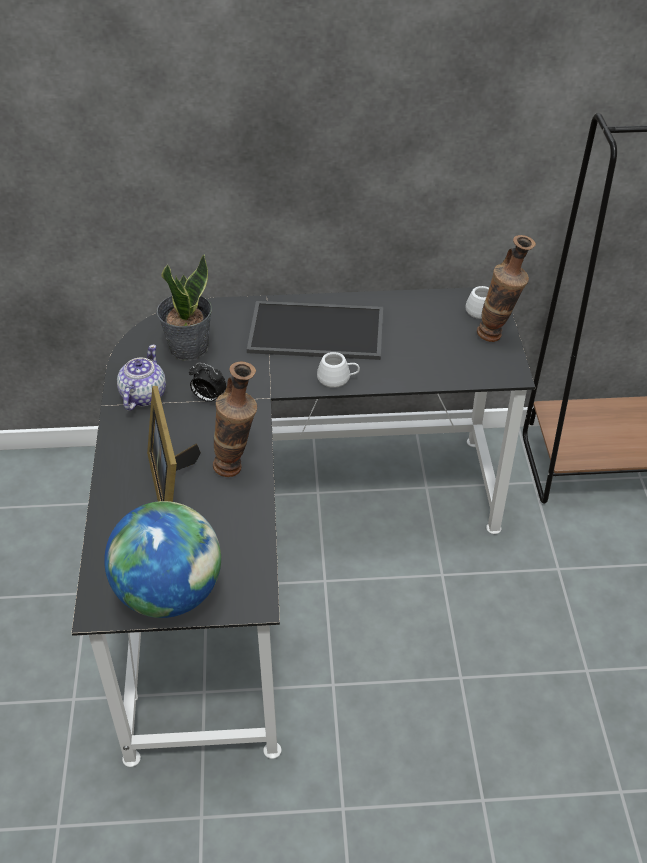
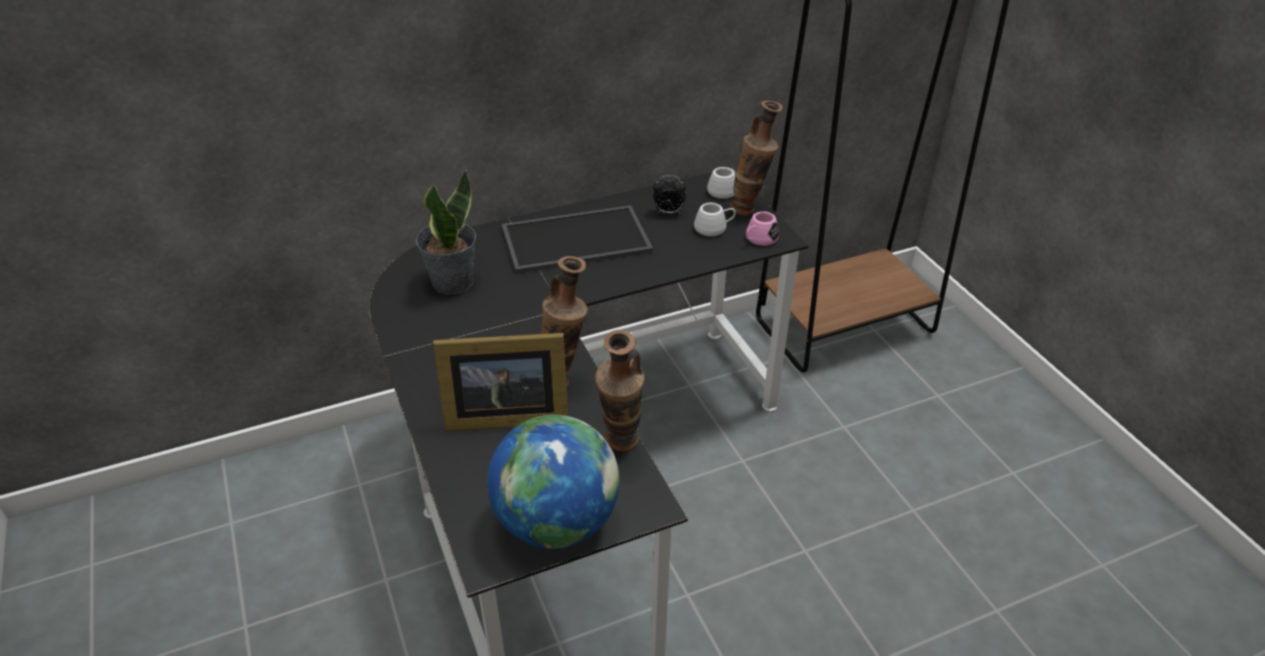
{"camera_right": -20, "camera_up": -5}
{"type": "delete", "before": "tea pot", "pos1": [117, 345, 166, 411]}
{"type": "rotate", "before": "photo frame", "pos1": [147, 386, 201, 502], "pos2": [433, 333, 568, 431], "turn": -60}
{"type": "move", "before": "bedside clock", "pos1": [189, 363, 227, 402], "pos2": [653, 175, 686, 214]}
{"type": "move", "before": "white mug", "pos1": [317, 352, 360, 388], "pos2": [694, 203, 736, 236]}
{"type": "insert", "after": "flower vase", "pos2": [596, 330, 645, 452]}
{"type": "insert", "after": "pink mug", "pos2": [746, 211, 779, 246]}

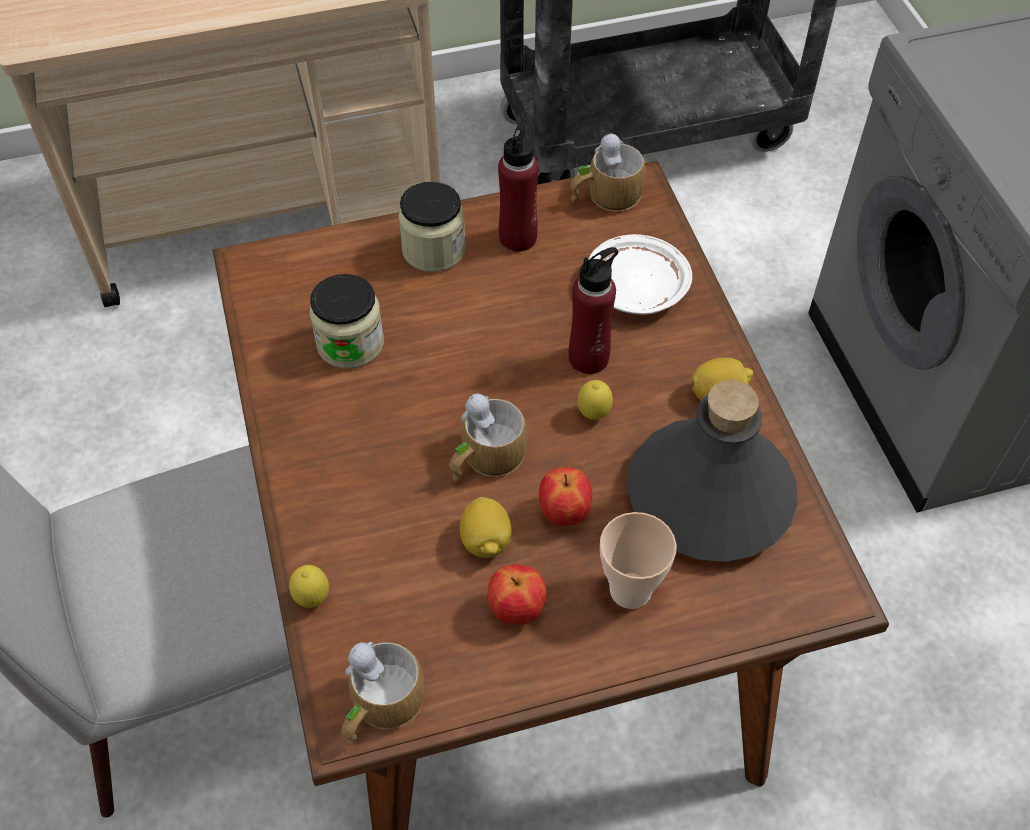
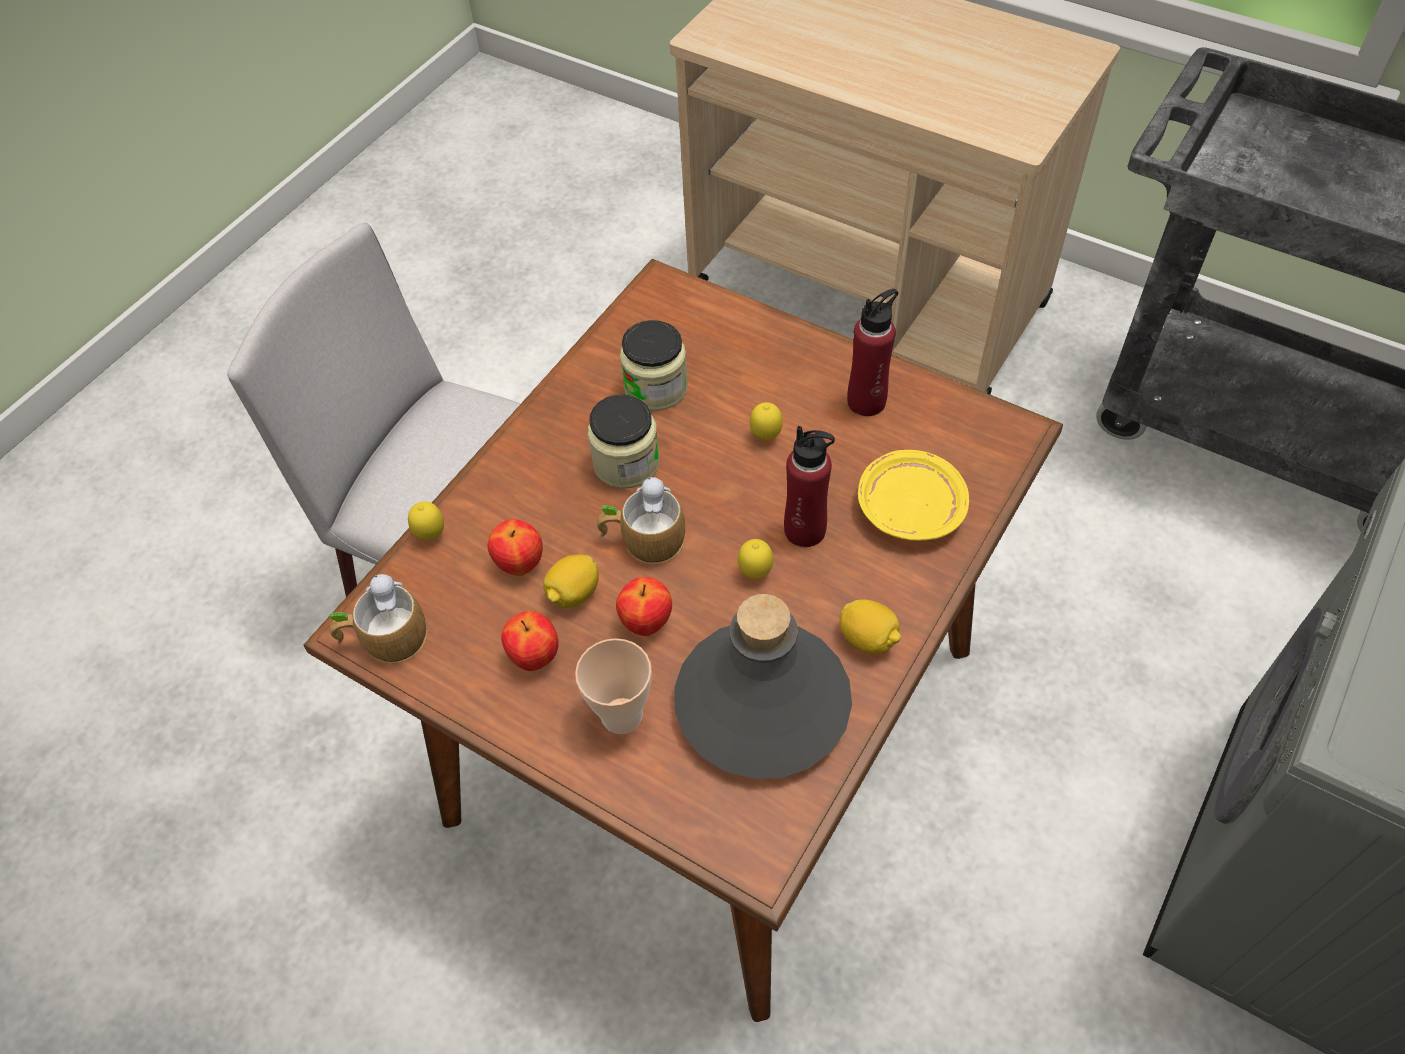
{"camera_right": 50, "camera_up": 0}
{"type": "move", "before": "preserve jar", "pos1": [398, 181, 466, 272], "pos2": [588, 394, 659, 488]}
{"type": "delete", "before": "mug", "pos1": [570, 133, 646, 212]}
{"type": "recolor", "before": "white flat dish", "after": "yellow-coloured flat dish", "pos1": [589, 234, 692, 315], "pos2": [858, 450, 969, 541]}
{"type": "insert", "after": "apple fruit", "pos2": [488, 519, 543, 576]}
{"type": "insert", "after": "lemon", "pos2": [750, 402, 783, 441]}

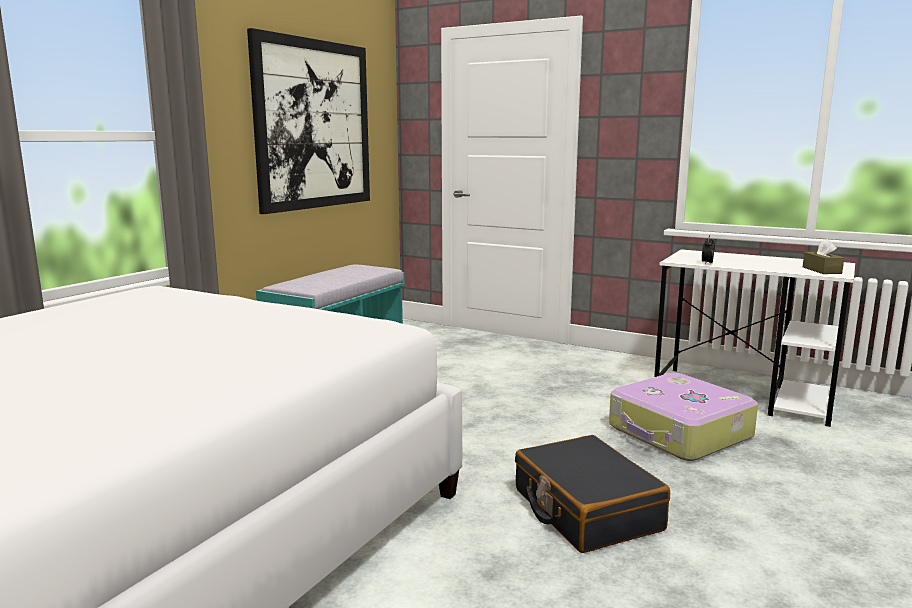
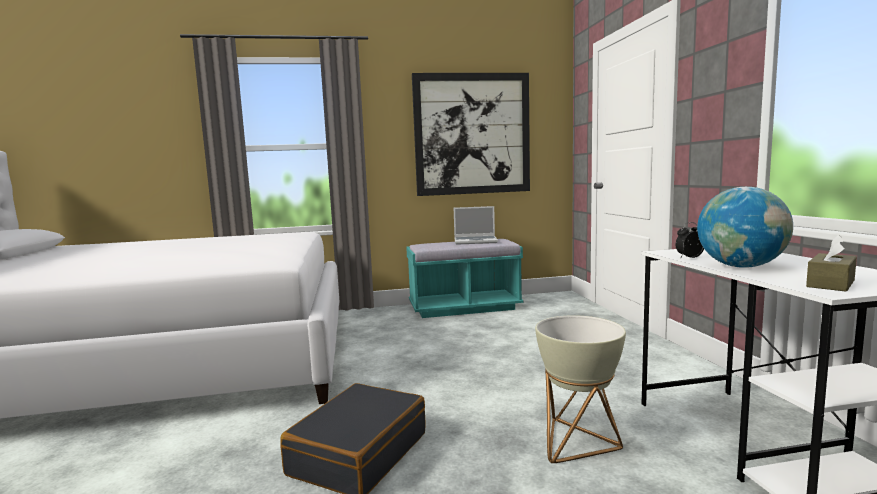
{"camera_right": 50, "camera_up": -5}
{"type": "replace", "before": "travel case", "after": "plant pot", "pos1": [609, 373, 758, 461], "pos2": [535, 315, 626, 463]}
{"type": "insert", "after": "notebook computer", "pos2": [454, 206, 498, 245]}
{"type": "insert", "after": "globe", "pos2": [697, 187, 793, 268]}

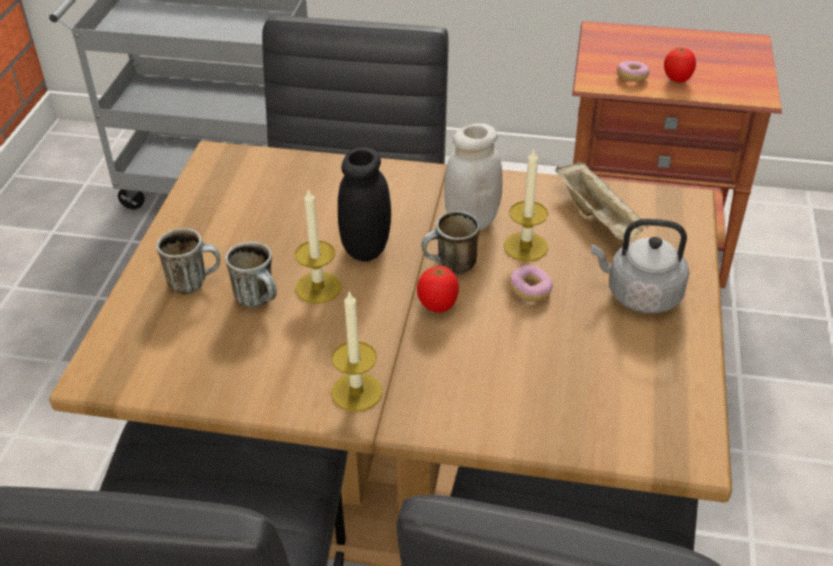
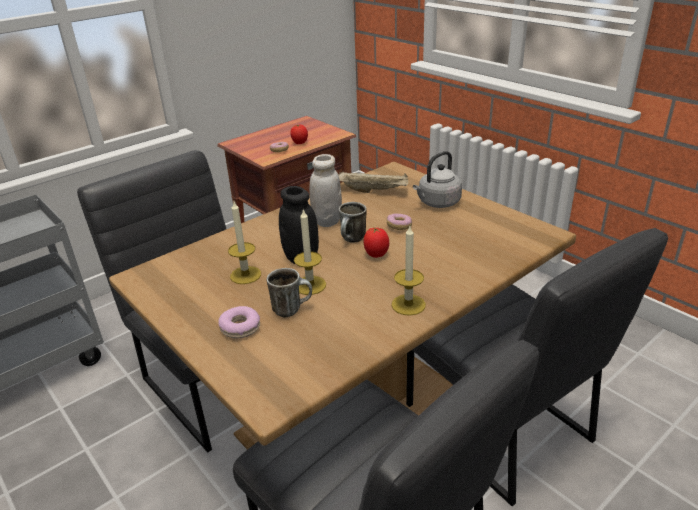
{"camera_right": -50, "camera_up": -10}
{"type": "replace", "before": "mug", "after": "doughnut", "pos1": [157, 228, 220, 294], "pos2": [218, 306, 260, 339]}
{"type": "move", "before": "candle", "pos1": [504, 150, 548, 261], "pos2": [228, 202, 261, 284]}

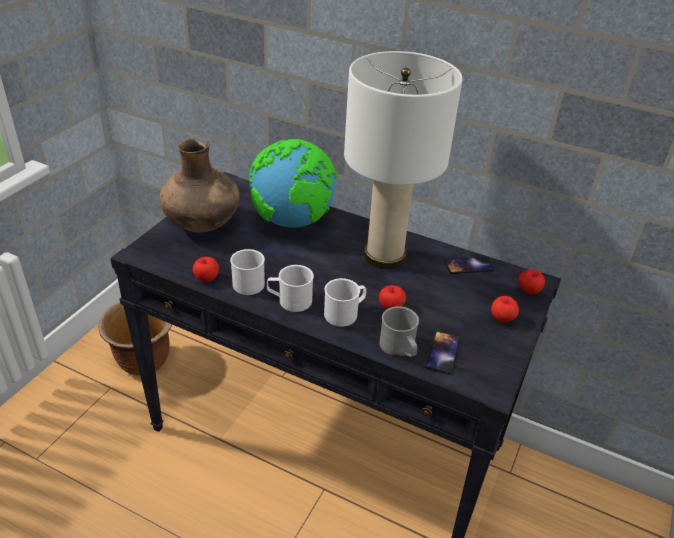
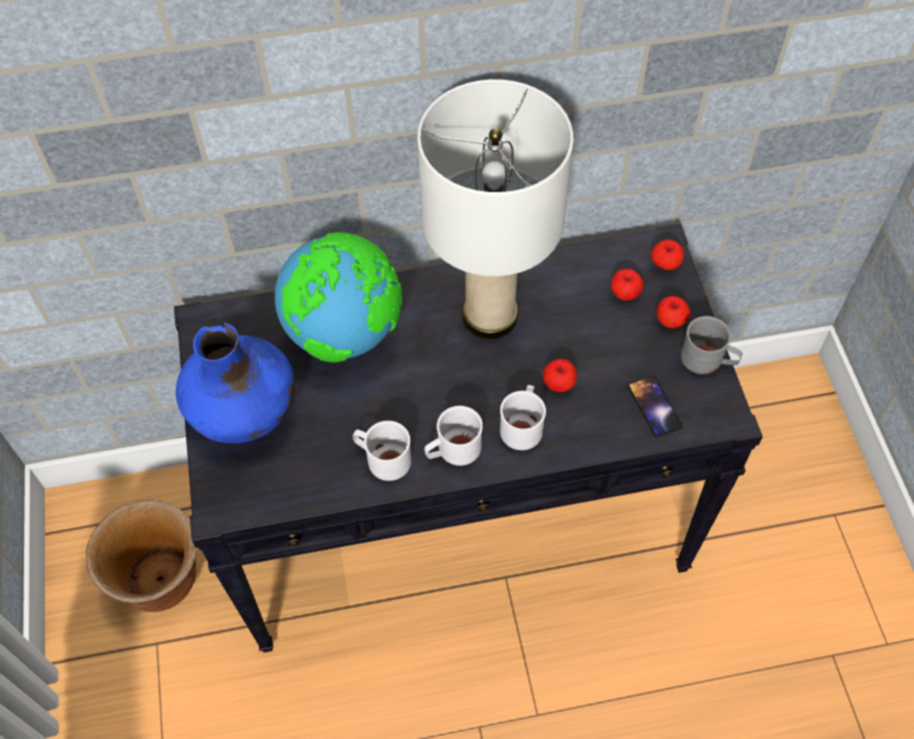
{"camera_right": -35, "camera_up": 20}
{"type": "recolor", "before": "brown flower vase", "after": "bluish flower vase", "pos1": [159, 138, 240, 233], "pos2": [176, 322, 295, 443]}
{"type": "move", "before": "apple fruit", "pos1": [193, 257, 219, 282], "pos2": [611, 269, 644, 301]}
{"type": "move", "before": "gray mug", "pos1": [380, 306, 419, 357], "pos2": [681, 316, 742, 374]}
{"type": "delete", "before": "telephone", "pos1": [444, 257, 494, 274]}

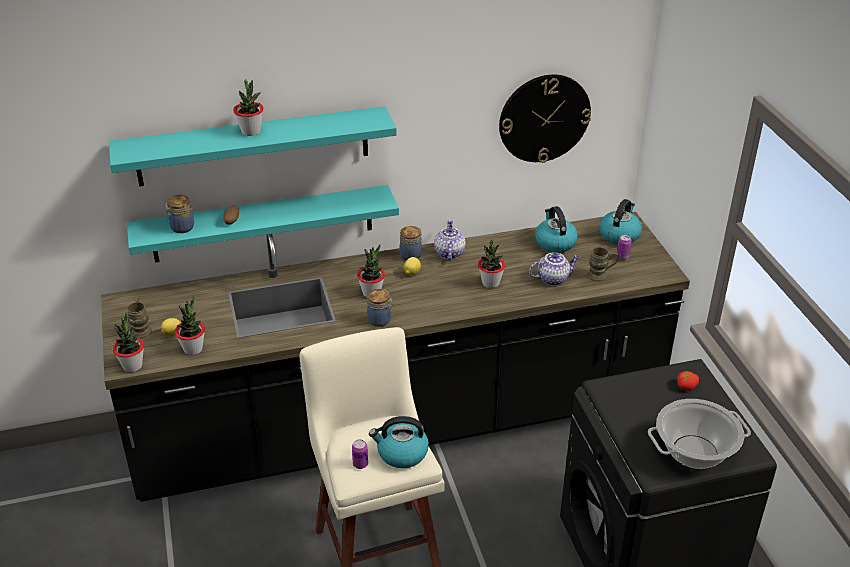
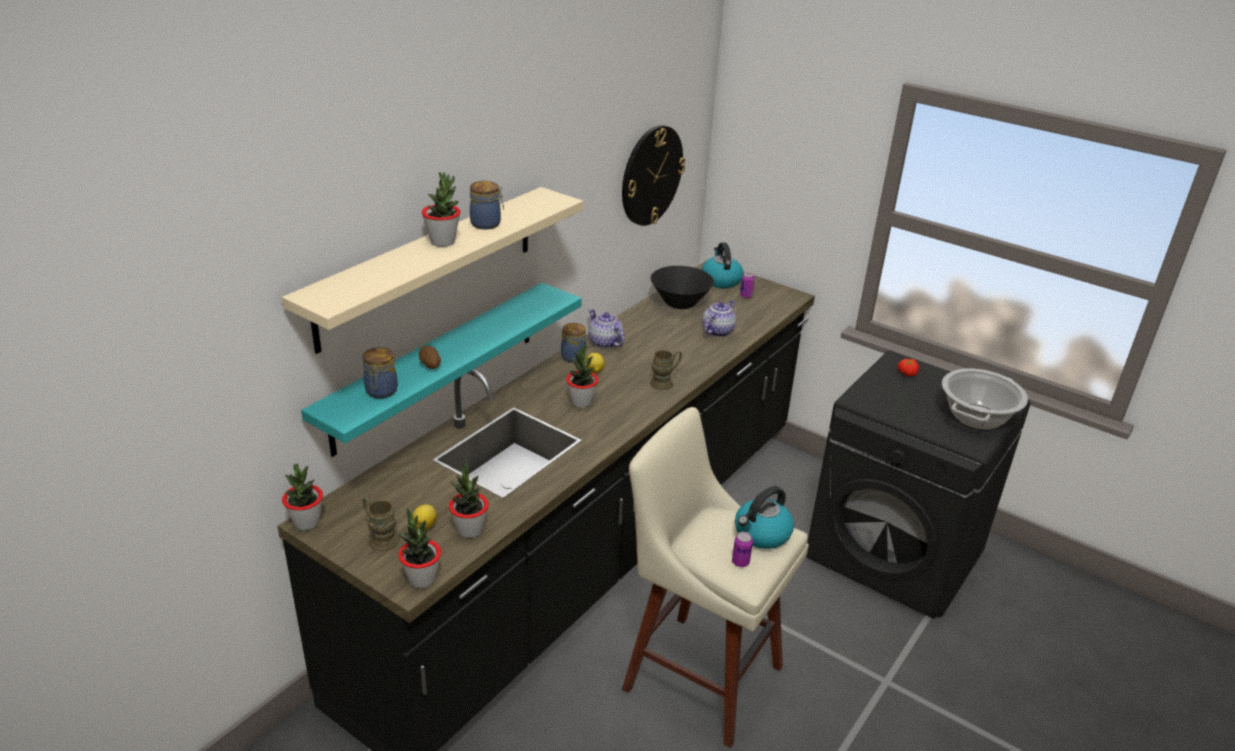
{"camera_right": -40, "camera_up": -5}
{"type": "recolor", "before": "blue-green wall shelf", "after": "beige wall shelf", "pos1": [109, 106, 397, 187], "pos2": [282, 187, 583, 354]}
{"type": "move", "before": "preserve jar", "pos1": [367, 289, 393, 327], "pos2": [470, 181, 504, 229]}
{"type": "move", "before": "plant in a pot", "pos1": [478, 240, 505, 288], "pos2": [282, 463, 323, 530]}
{"type": "replace", "before": "kettle", "after": "black bowl", "pos1": [535, 206, 578, 253], "pos2": [651, 266, 714, 309]}
{"type": "move", "before": "brown mug", "pos1": [587, 247, 619, 282], "pos2": [650, 350, 682, 390]}

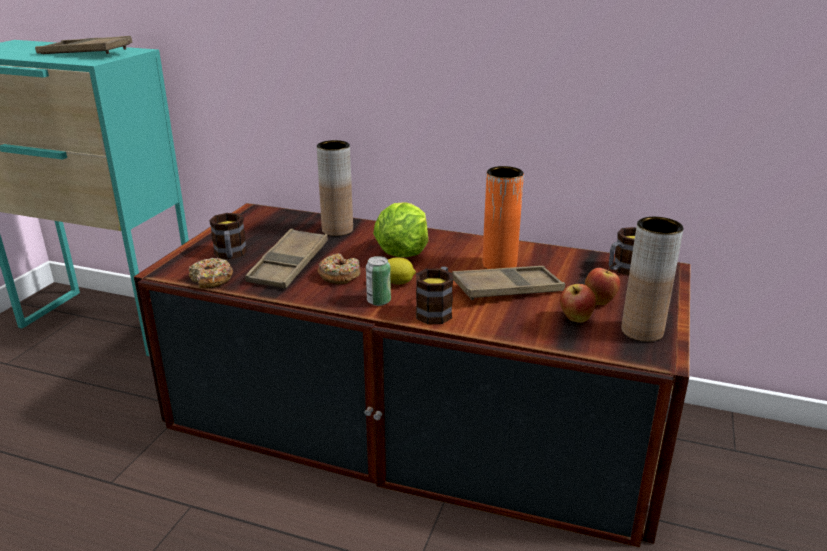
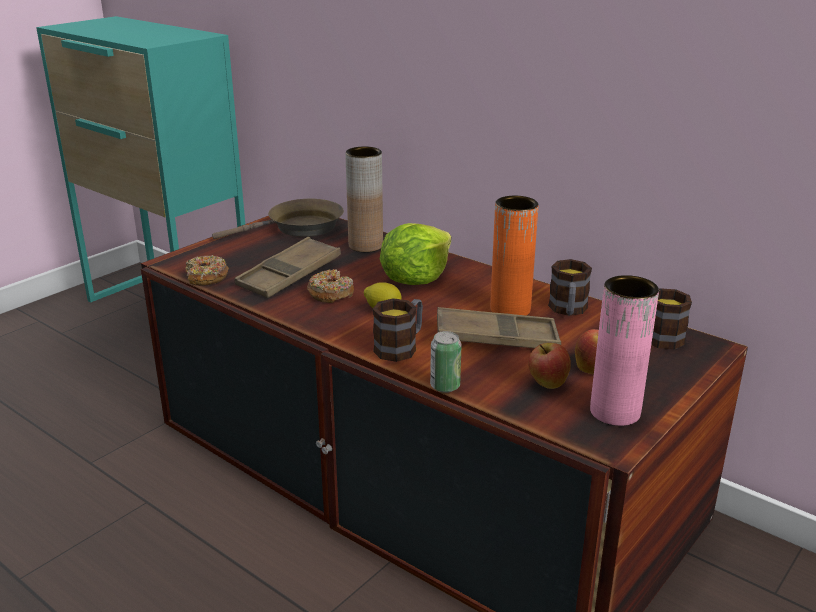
{"camera_right": 20, "camera_up": 0}
{"type": "delete", "before": "brown serving tray", "pos1": [35, 36, 133, 54]}
{"type": "move", "before": "mug", "pos1": [209, 213, 247, 259], "pos2": [548, 259, 592, 316]}
{"type": "move", "before": "metal can", "pos1": [366, 256, 391, 306], "pos2": [430, 331, 462, 393]}
{"type": "recolor", "before": "brown flower vase", "after": "pink flower vase", "pos1": [621, 217, 684, 342], "pos2": [590, 275, 659, 426]}
{"type": "insert", "after": "brown frying pan", "pos2": [212, 199, 344, 239]}

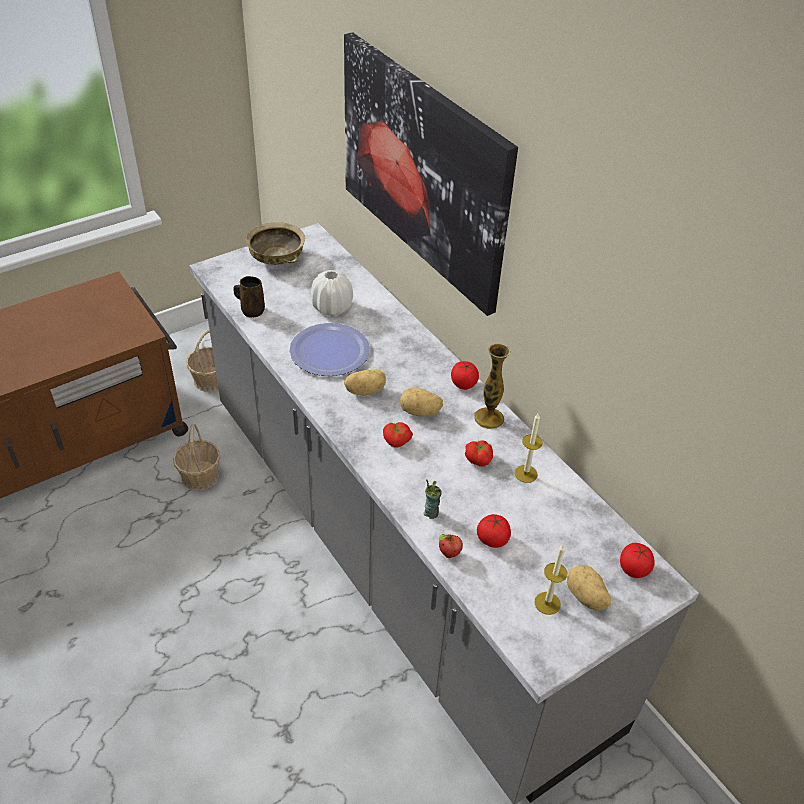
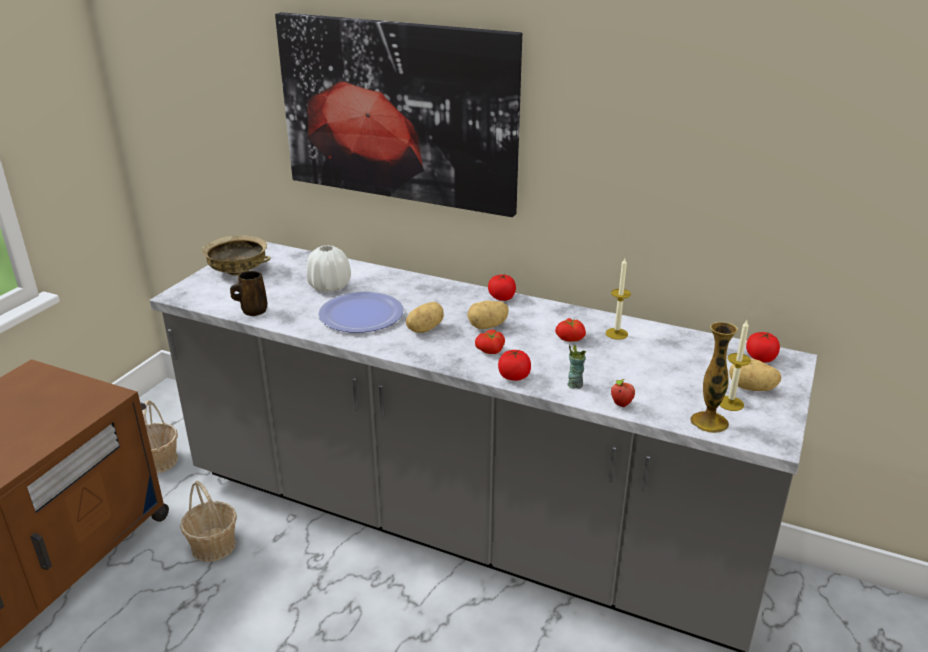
{"camera_right": -30, "camera_up": -15}
{"type": "move", "before": "flower vase", "pos1": [474, 343, 511, 429], "pos2": [690, 322, 738, 433]}
{"type": "move", "before": "whole tomato", "pos1": [477, 514, 511, 548], "pos2": [498, 349, 531, 381]}

